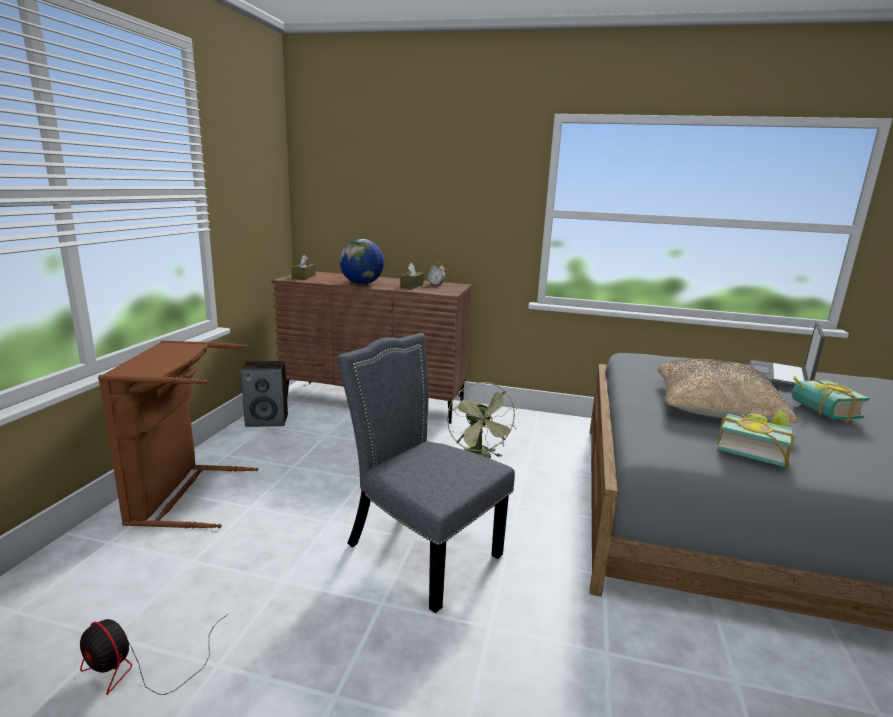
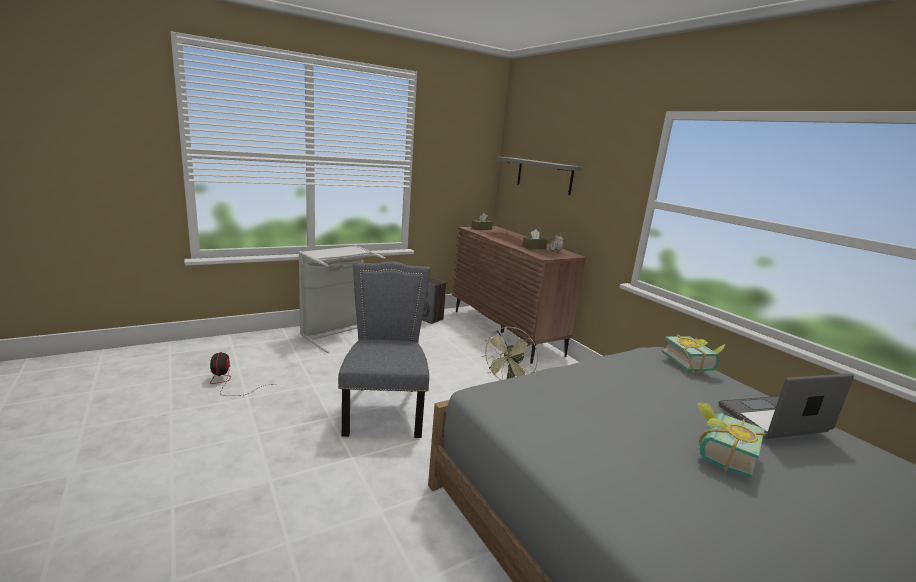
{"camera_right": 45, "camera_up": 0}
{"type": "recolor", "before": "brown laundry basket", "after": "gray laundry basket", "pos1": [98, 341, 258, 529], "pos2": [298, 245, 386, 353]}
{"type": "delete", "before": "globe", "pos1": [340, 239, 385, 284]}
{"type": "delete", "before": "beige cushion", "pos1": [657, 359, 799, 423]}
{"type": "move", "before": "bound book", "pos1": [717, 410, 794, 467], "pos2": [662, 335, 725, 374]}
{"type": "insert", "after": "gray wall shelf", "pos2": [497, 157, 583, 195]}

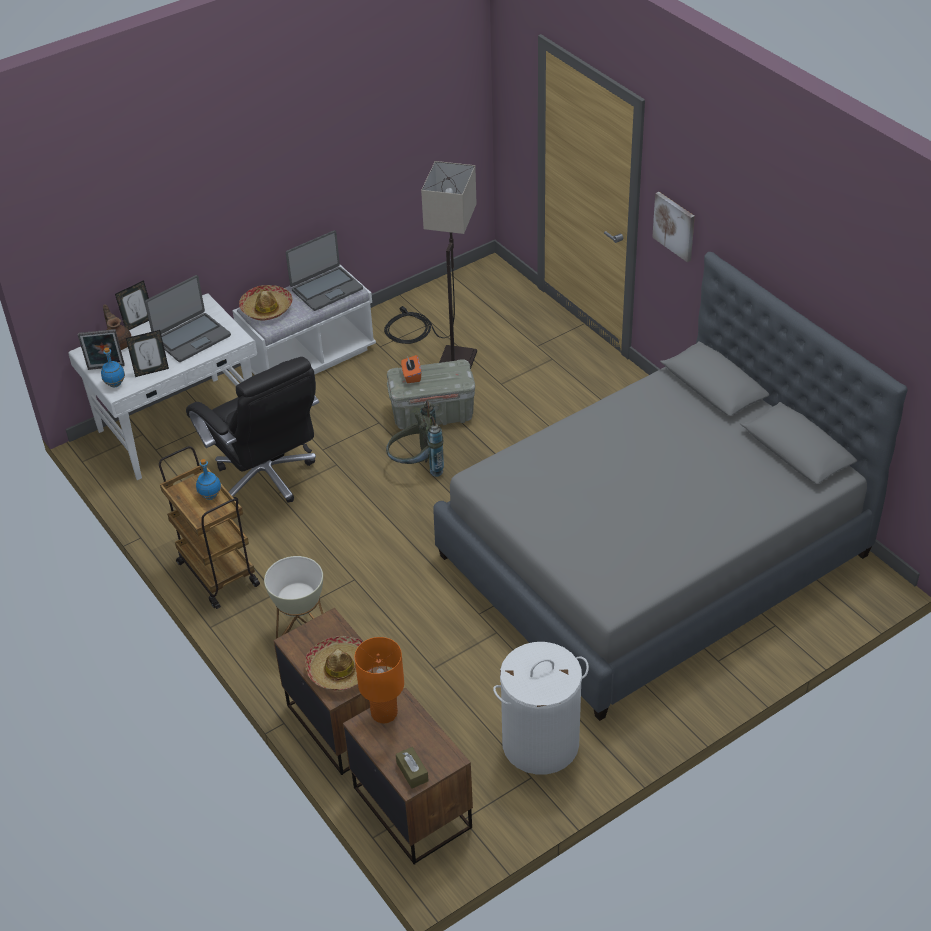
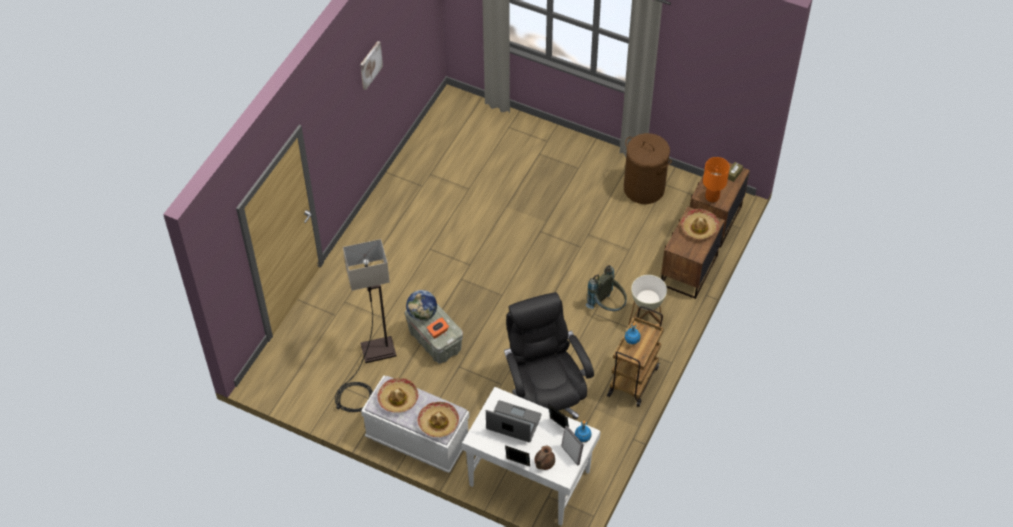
{"camera_right": -120, "camera_up": 10}
{"type": "rotate", "before": "black desk chair", "pos1": [186, 357, 319, 503], "pos2": [504, 292, 594, 419], "turn": -45}
{"type": "replace", "before": "notebook computer", "after": "clothing hat", "pos1": [286, 230, 363, 311], "pos2": [377, 378, 419, 413]}
{"type": "move", "before": "gray knapsack", "pos1": [386, 400, 444, 477], "pos2": [586, 265, 627, 311]}
{"type": "delete", "before": "gray bed", "pos1": [433, 252, 907, 721]}
{"type": "recolor", "before": "white laundry basket", "after": "brown laundry basket", "pos1": [493, 642, 589, 775], "pos2": [624, 133, 672, 204]}
{"type": "move", "before": "picture", "pos1": [652, 192, 695, 262], "pos2": [360, 41, 383, 90]}
{"type": "insert", "after": "globe", "pos2": [406, 290, 437, 321]}

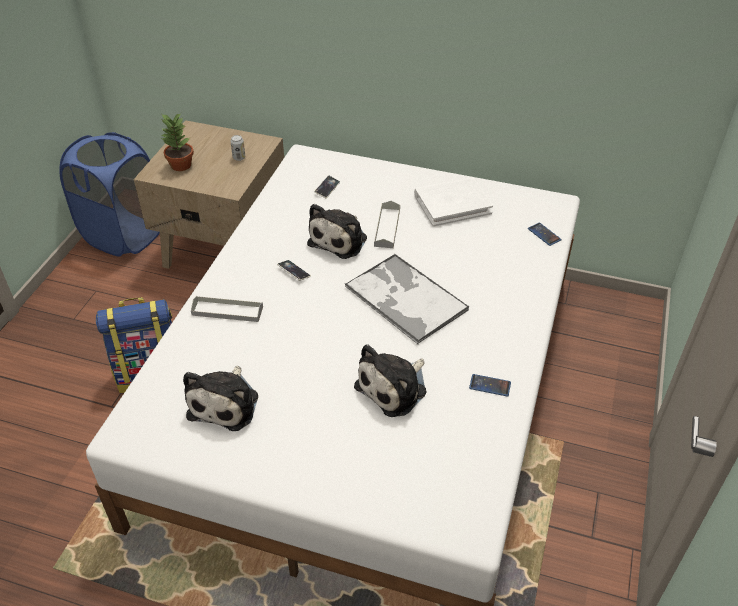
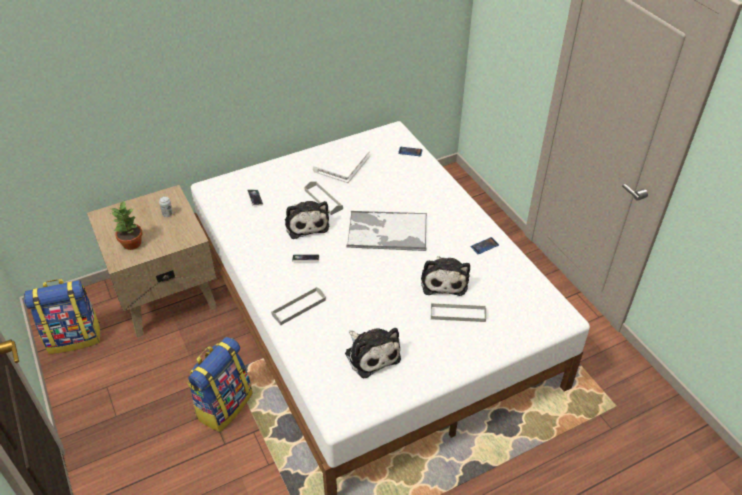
{"camera_right": -45, "camera_up": 0}
{"type": "replace", "before": "bluish laundry basket", "after": "knapsack", "pos1": [59, 132, 160, 257], "pos2": [24, 279, 100, 354]}
{"type": "insert", "after": "gray serving tray", "pos2": [431, 303, 486, 322]}

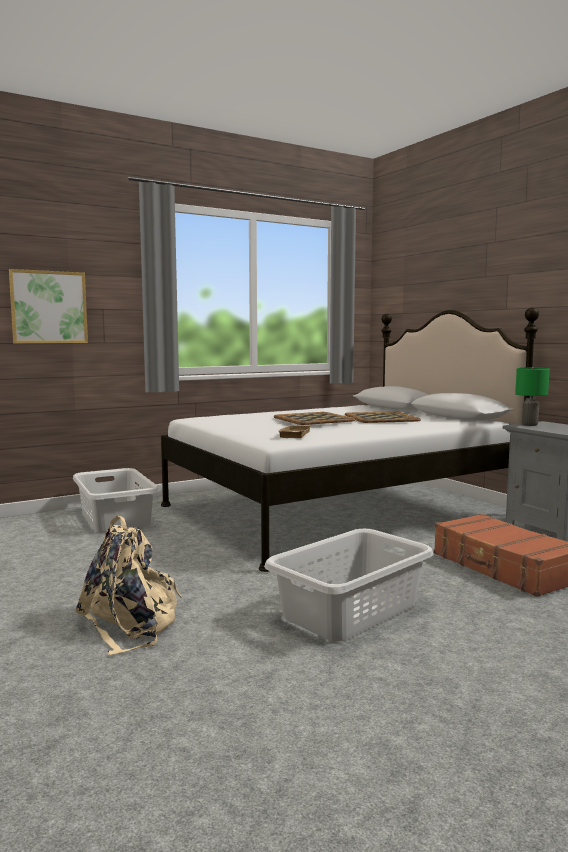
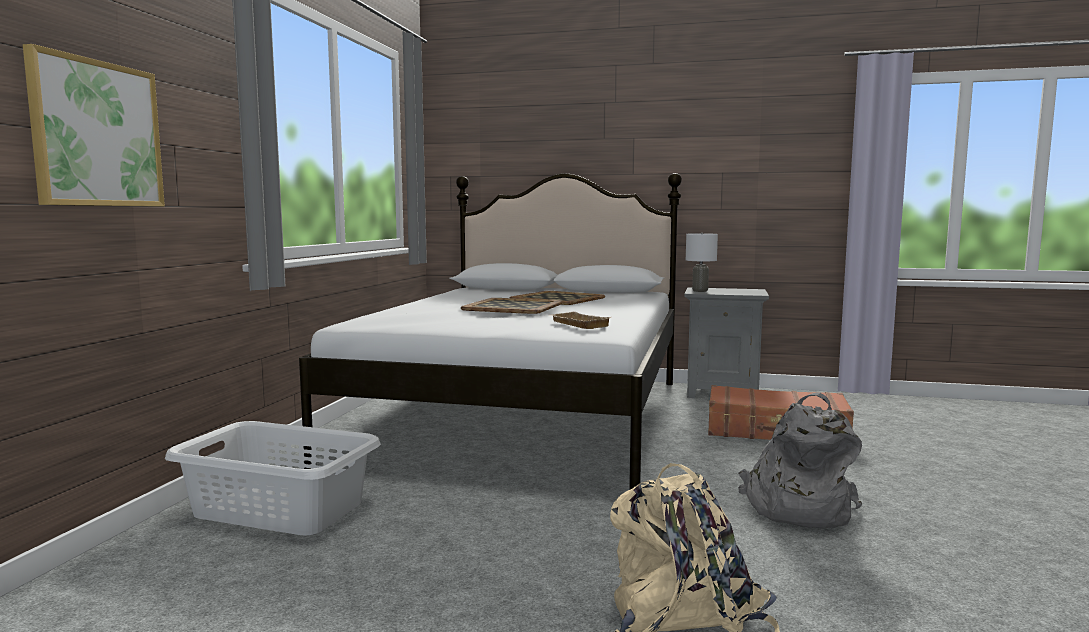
{"camera_right": -45, "camera_up": 0}
{"type": "replace", "before": "gray laundry basket", "after": "gray knapsack", "pos1": [264, 529, 434, 642], "pos2": [738, 393, 862, 528]}
{"type": "recolor", "before": "green-coloured table lamp", "after": "white table lamp", "pos1": [515, 367, 550, 426], "pos2": [686, 233, 718, 292]}

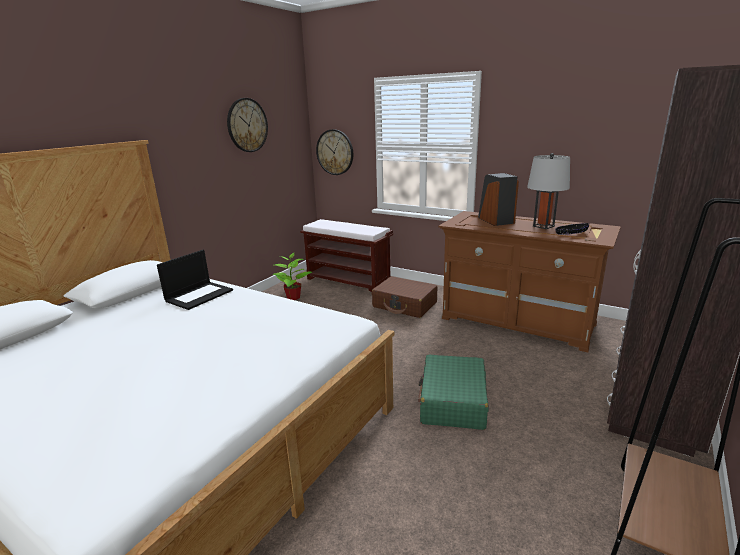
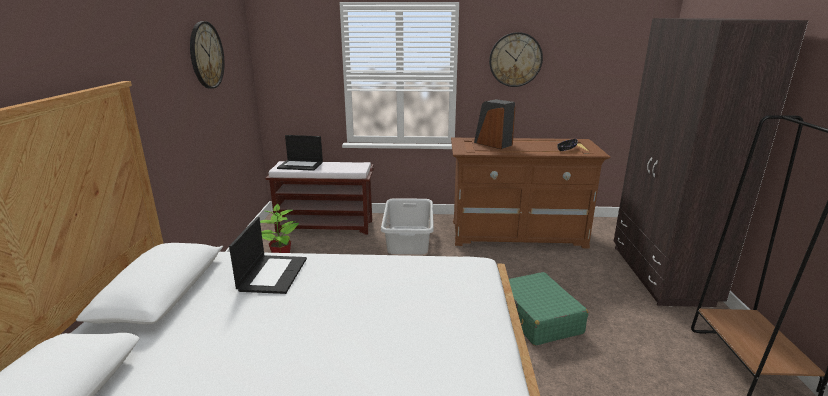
{"camera_right": -30, "camera_up": 0}
{"type": "move", "before": "wall clock", "pos1": [316, 129, 353, 175], "pos2": [489, 32, 543, 87]}
{"type": "replace", "before": "brown travel case", "after": "gray laundry basket", "pos1": [372, 276, 438, 318], "pos2": [381, 198, 434, 254]}
{"type": "delete", "before": "gray table lamp", "pos1": [527, 153, 570, 229]}
{"type": "insert", "after": "notebook computer", "pos2": [277, 135, 323, 171]}

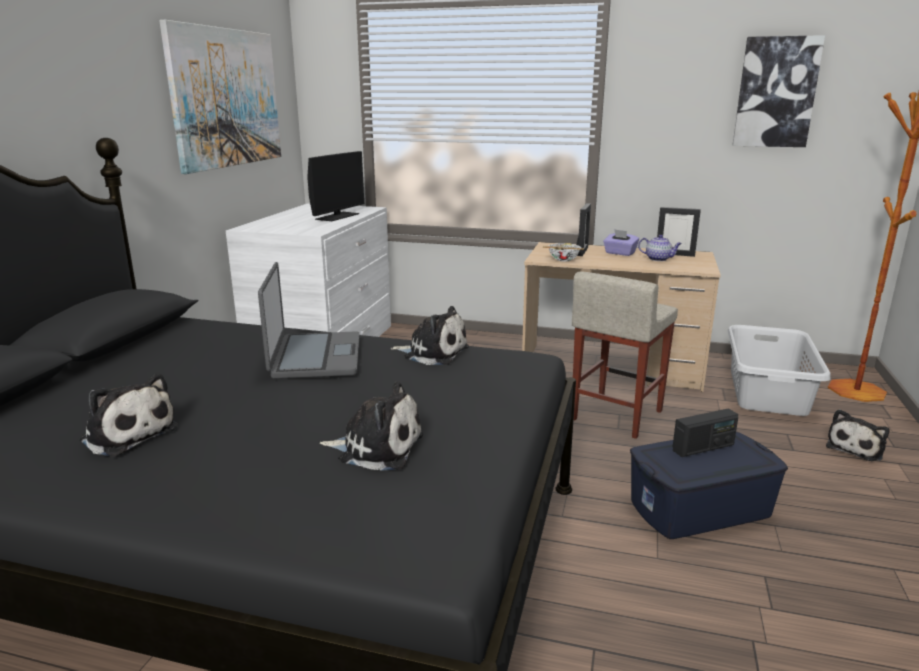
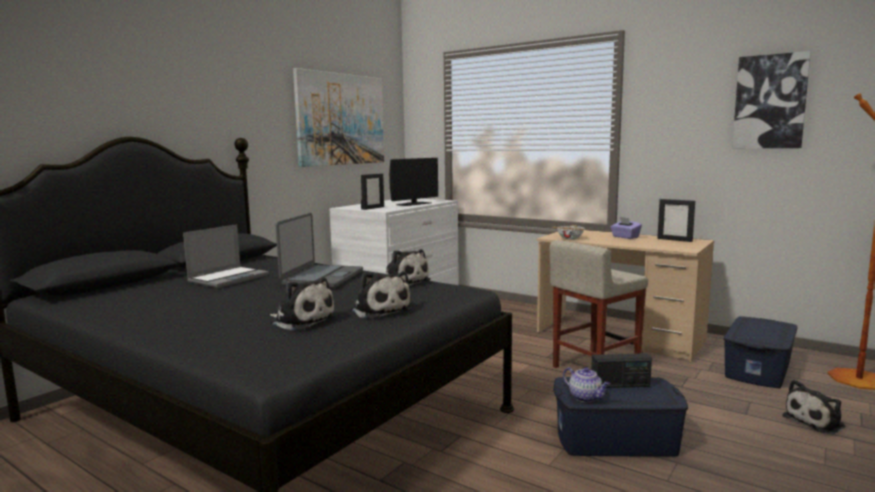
{"camera_right": 20, "camera_up": -10}
{"type": "move", "before": "soft toy", "pos1": [80, 374, 178, 457], "pos2": [351, 271, 412, 319]}
{"type": "move", "before": "photo frame", "pos1": [576, 203, 591, 256], "pos2": [361, 173, 384, 210]}
{"type": "move", "before": "tea pot", "pos1": [638, 235, 682, 261], "pos2": [563, 367, 610, 402]}
{"type": "replace", "before": "gray laundry basket", "after": "bluish storage bin", "pos1": [728, 325, 831, 416], "pos2": [724, 316, 797, 388]}
{"type": "insert", "after": "notebook computer", "pos2": [183, 224, 269, 288]}

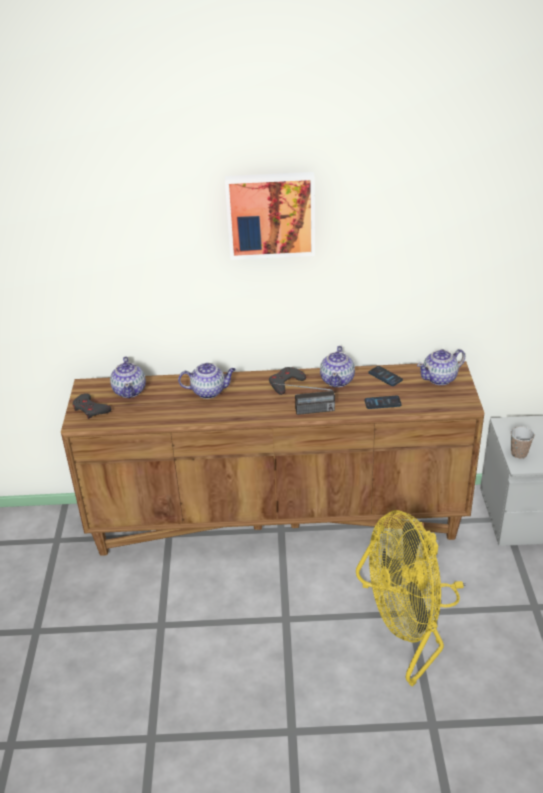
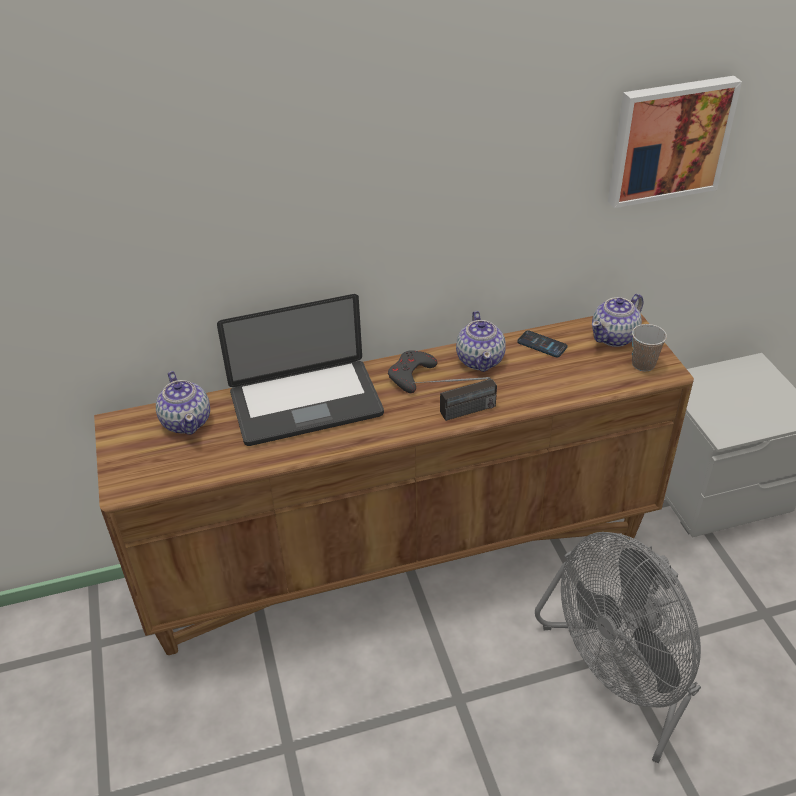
{"camera_right": -15, "camera_up": 5}
{"type": "delete", "before": "gray game controller", "pos1": [72, 393, 112, 419]}
{"type": "replace", "before": "tea pot", "after": "notebook computer", "pos1": [178, 363, 236, 399], "pos2": [217, 294, 384, 446]}
{"type": "move", "before": "picture", "pos1": [225, 172, 315, 260], "pos2": [608, 76, 742, 208]}
{"type": "recolor", "before": "yellow-coloured electric fan", "after": "gray electric fan", "pos1": [356, 510, 466, 687], "pos2": [535, 532, 701, 763]}
{"type": "delete", "before": "telephone", "pos1": [365, 396, 402, 409]}
{"type": "move", "before": "cup", "pos1": [511, 426, 535, 459], "pos2": [632, 324, 667, 371]}

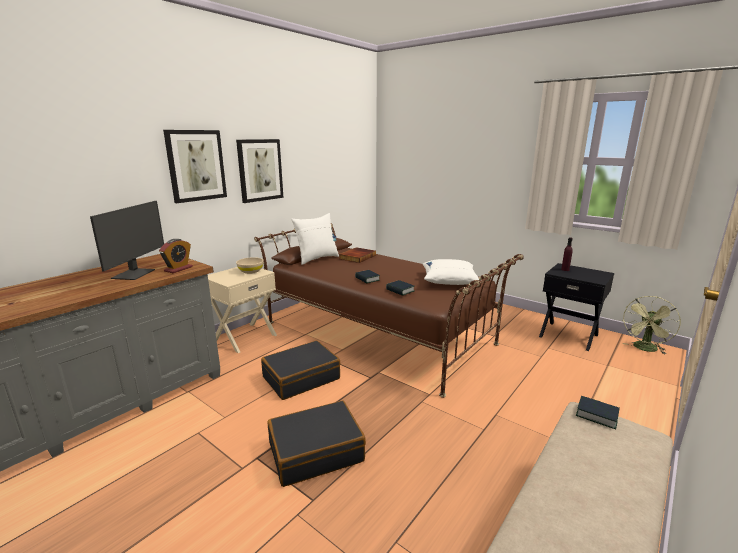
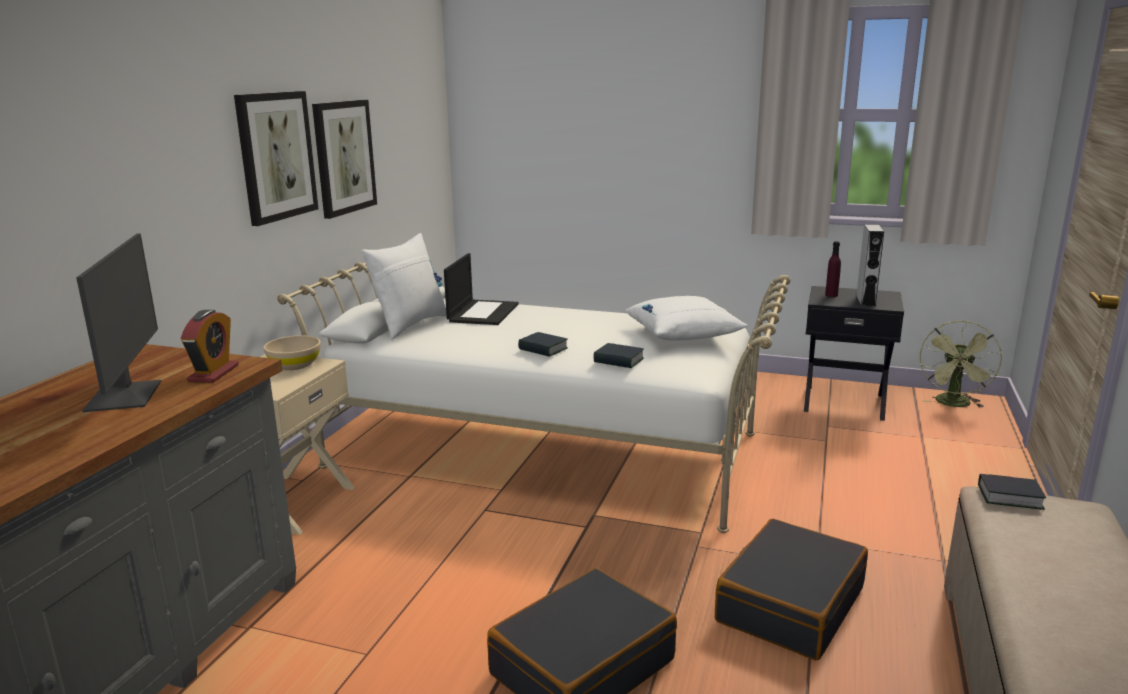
{"camera_right": -20, "camera_up": 0}
{"type": "move", "before": "picture", "pos1": [163, 130, 227, 203], "pos2": [312, 100, 377, 219]}
{"type": "recolor", "before": "brown bed", "after": "white bed", "pos1": [254, 223, 524, 398], "pos2": [277, 262, 790, 533]}
{"type": "move", "before": "black travel case", "pos1": [261, 341, 340, 400], "pos2": [715, 519, 868, 661]}
{"type": "replace", "before": "bound book", "after": "notebook computer", "pos1": [339, 247, 376, 263], "pos2": [444, 253, 519, 325]}
{"type": "insert", "after": "gray audio speaker", "pos2": [856, 224, 884, 307]}

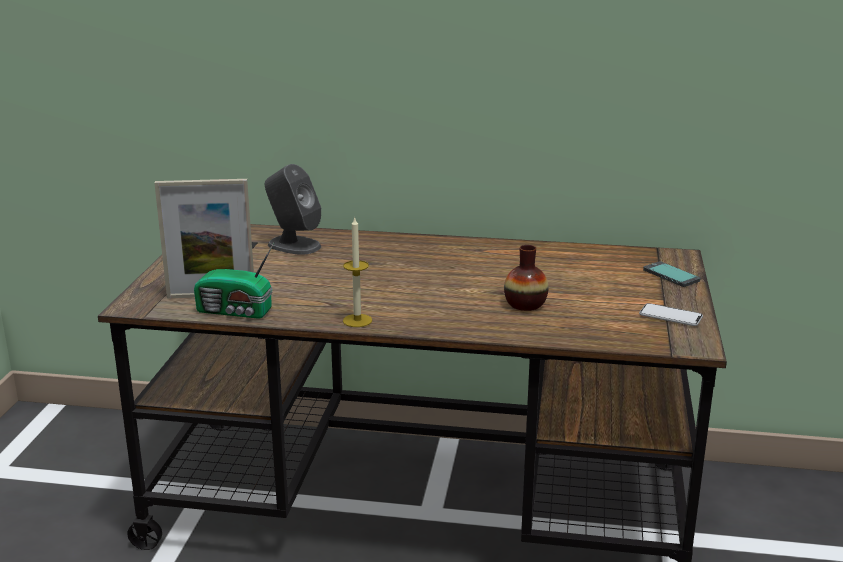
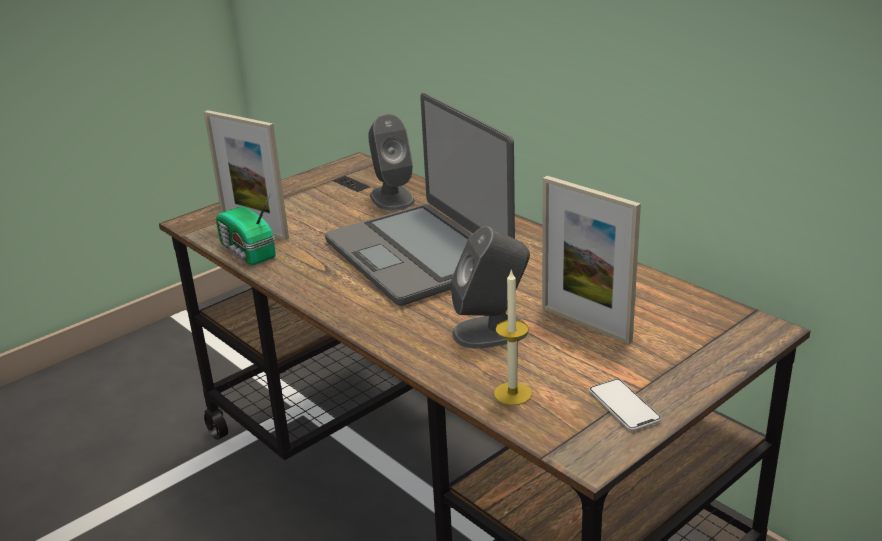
{"camera_right": 40, "camera_up": 5}
{"type": "move", "before": "candle", "pos1": [343, 218, 372, 327], "pos2": [494, 269, 532, 405]}
{"type": "replace", "before": "flower vase", "after": "gray audio speaker", "pos1": [504, 245, 549, 311], "pos2": [451, 226, 530, 348]}
{"type": "delete", "before": "telephone", "pos1": [643, 261, 700, 287]}
{"type": "insert", "after": "notebook computer", "pos2": [325, 93, 515, 306]}
{"type": "insert", "after": "photo frame", "pos2": [542, 176, 641, 344]}

